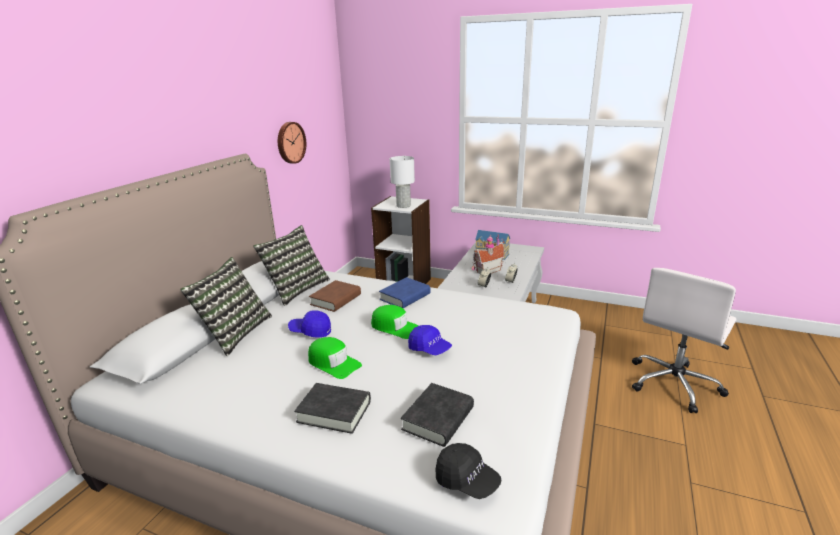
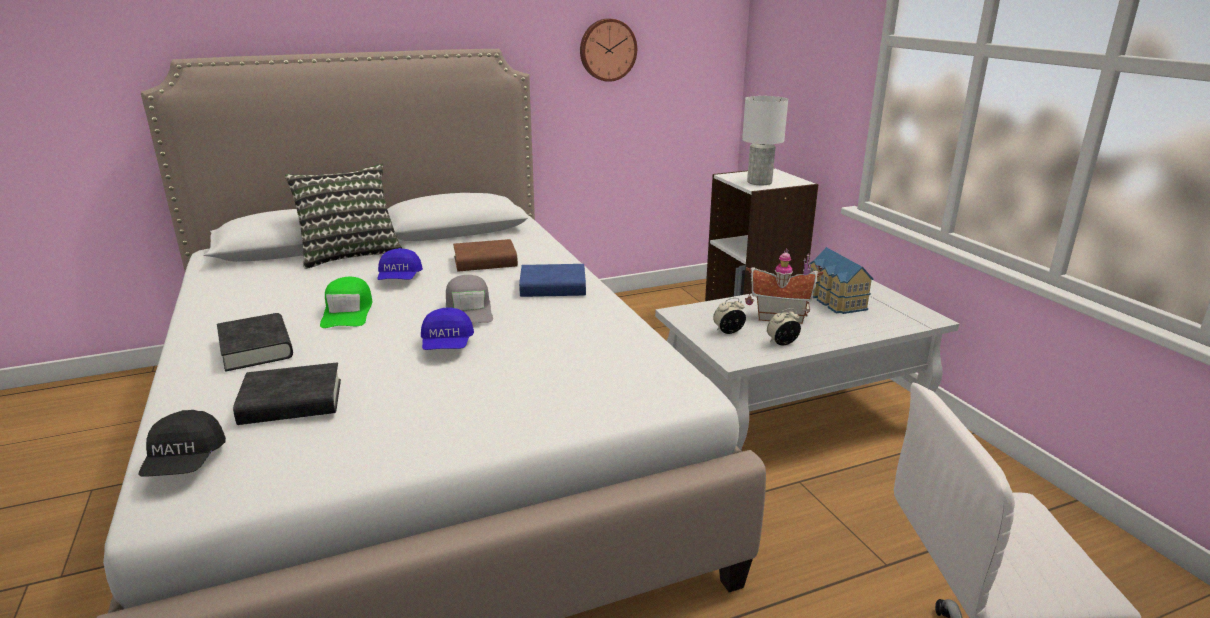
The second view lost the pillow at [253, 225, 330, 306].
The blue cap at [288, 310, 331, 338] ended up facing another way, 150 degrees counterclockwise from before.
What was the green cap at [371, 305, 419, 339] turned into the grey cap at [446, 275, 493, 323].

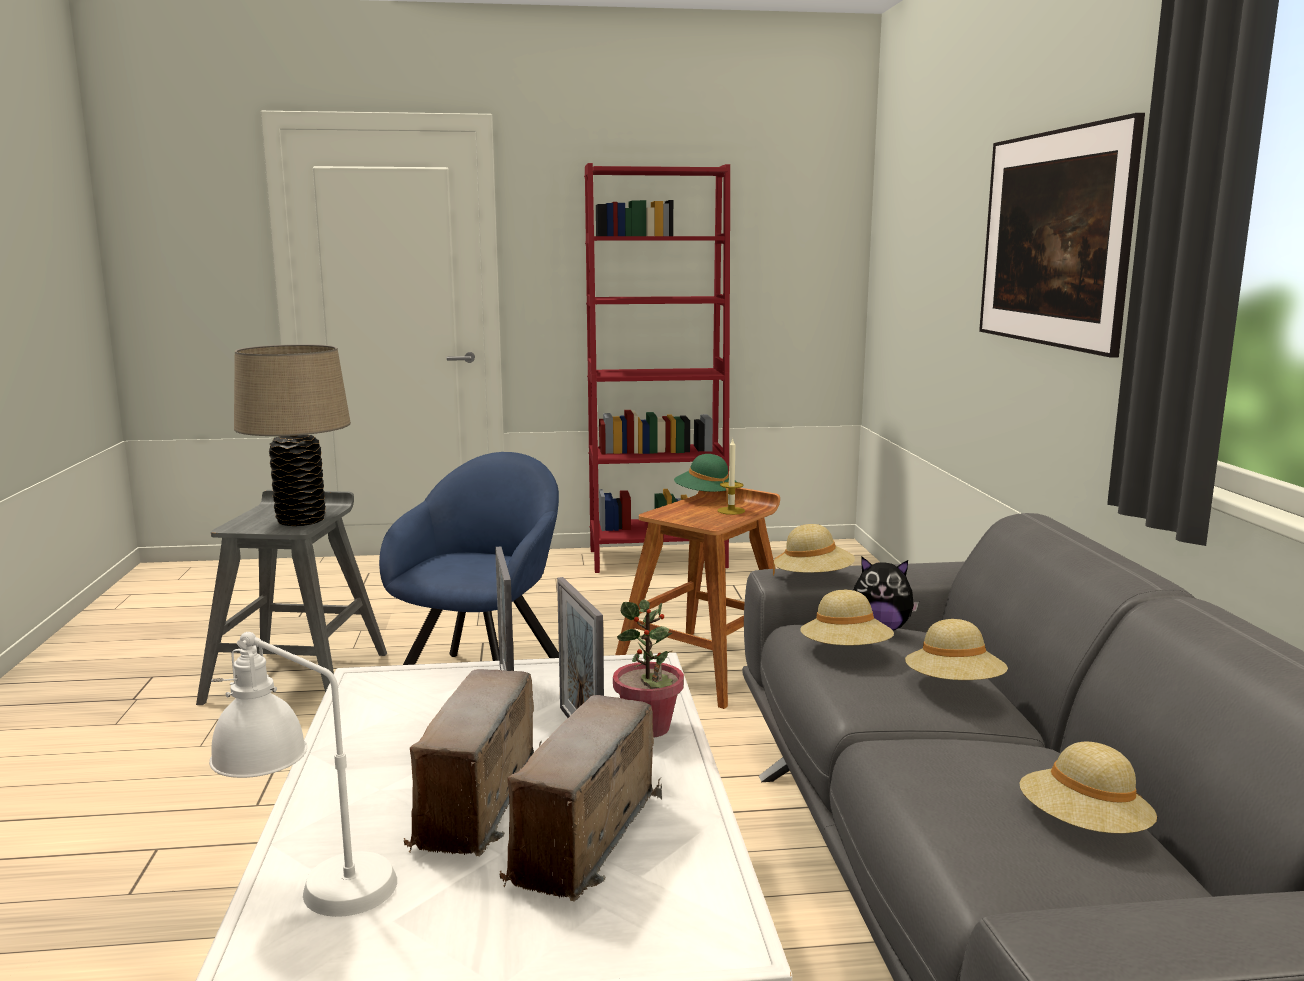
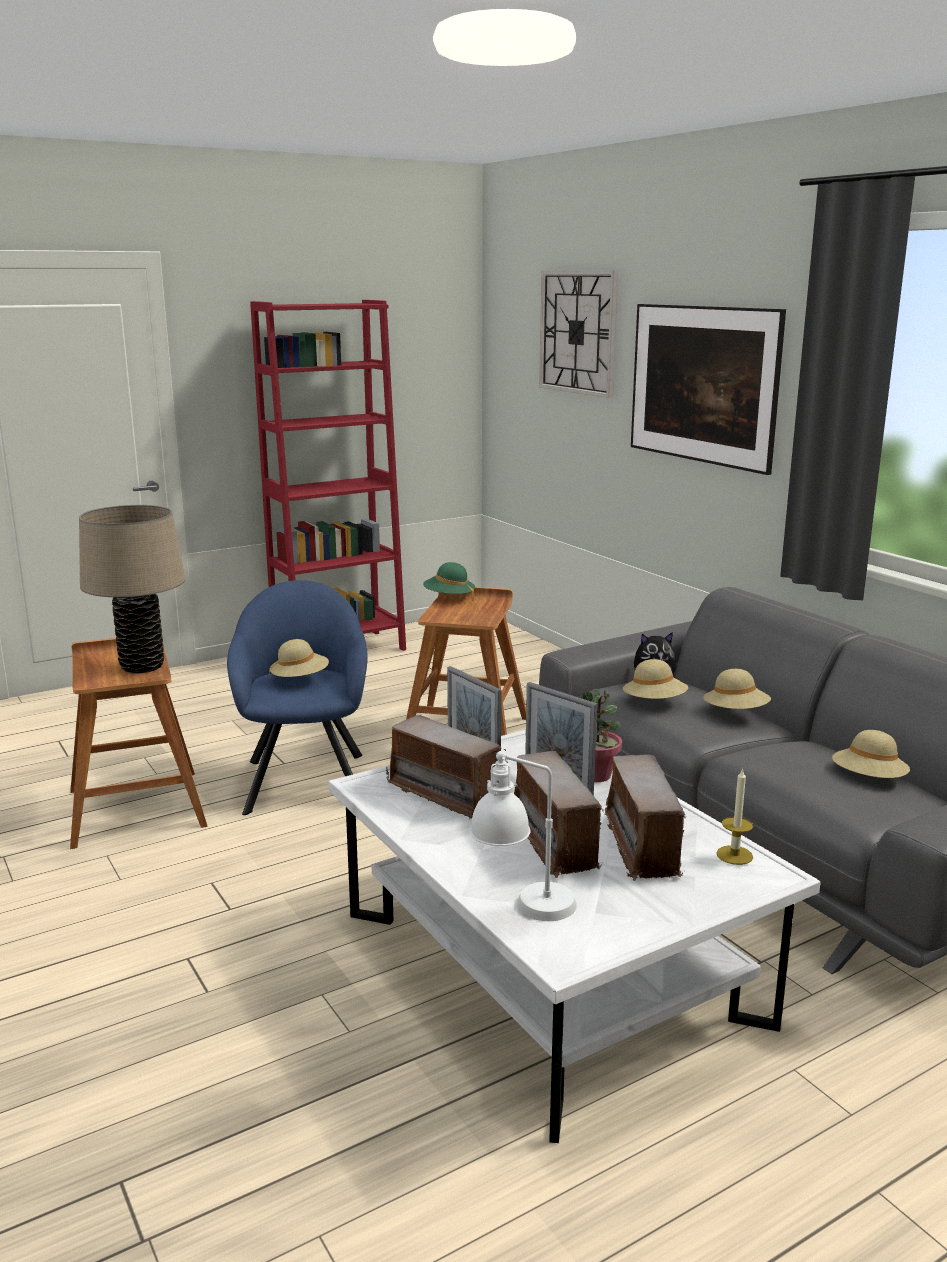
What was the grey stool at [196, 490, 387, 705] turned into the brown stool at [70, 637, 208, 849].
The candle ended up elsewhere, having gone from [718, 438, 745, 515] to [716, 768, 753, 865].
The beige hat ended up elsewhere, having gone from [773, 524, 855, 576] to [269, 639, 329, 679].
The second view gained the radio at [386, 715, 506, 819].
The second view gained the wall clock at [539, 271, 618, 398].

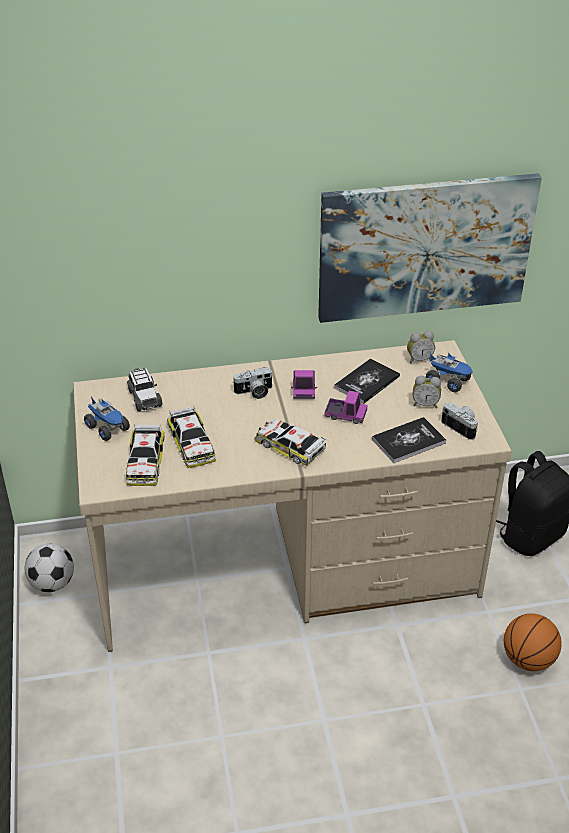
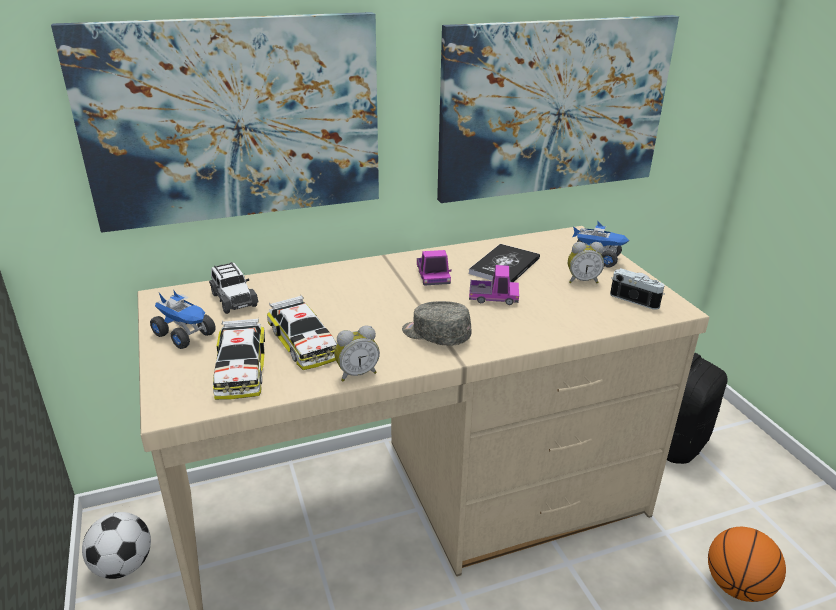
The second view lost the photo camera at [232, 367, 273, 399].
Where the toy car stood at [254, 419, 326, 466], the grey cap came to stand at [402, 301, 471, 346].
The second view lost the book at [372, 417, 446, 463].
The alarm clock ended up elsewhere, having gone from [407, 331, 435, 364] to [334, 325, 380, 382].
The second view gained the picture at [51, 12, 379, 233].

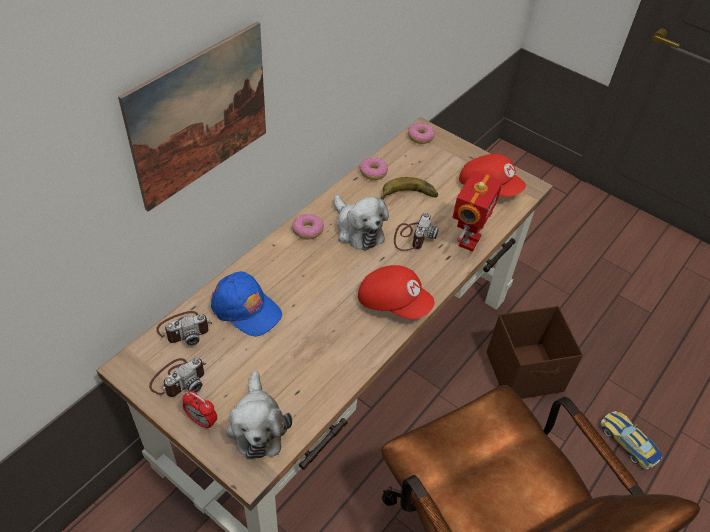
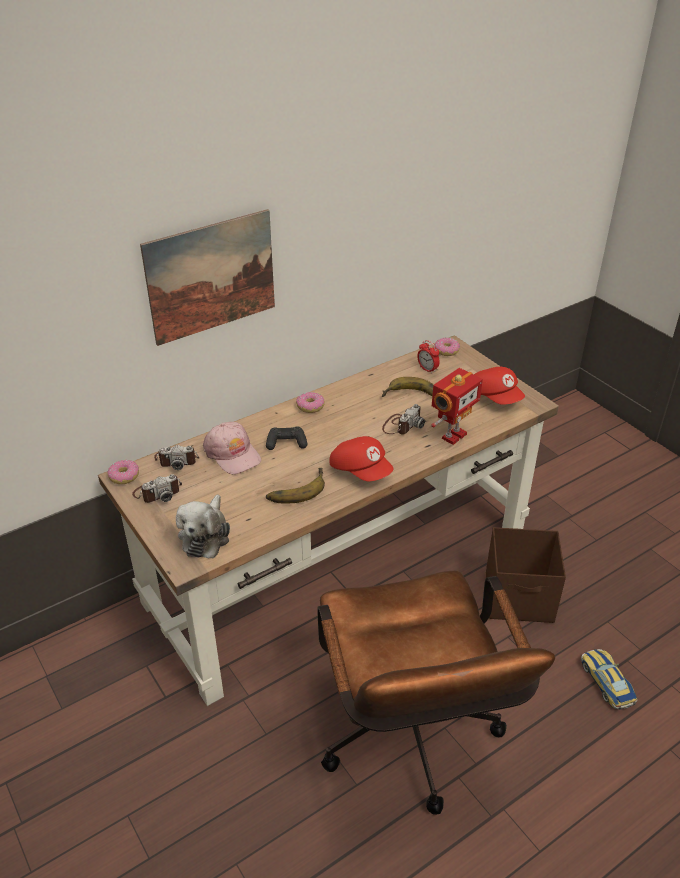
The alarm clock ended up elsewhere, having gone from [182, 391, 217, 429] to [417, 340, 440, 374].
What was the blue cap at [211, 271, 282, 336] turned into the pink cap at [203, 422, 261, 475].
The second view lost the plush toy at [334, 195, 389, 251].
The donut ended up elsewhere, having gone from [360, 157, 388, 180] to [107, 460, 139, 484].
The second view gained the black game controller at [266, 426, 307, 450].
The second view gained the banana at [266, 468, 325, 504].

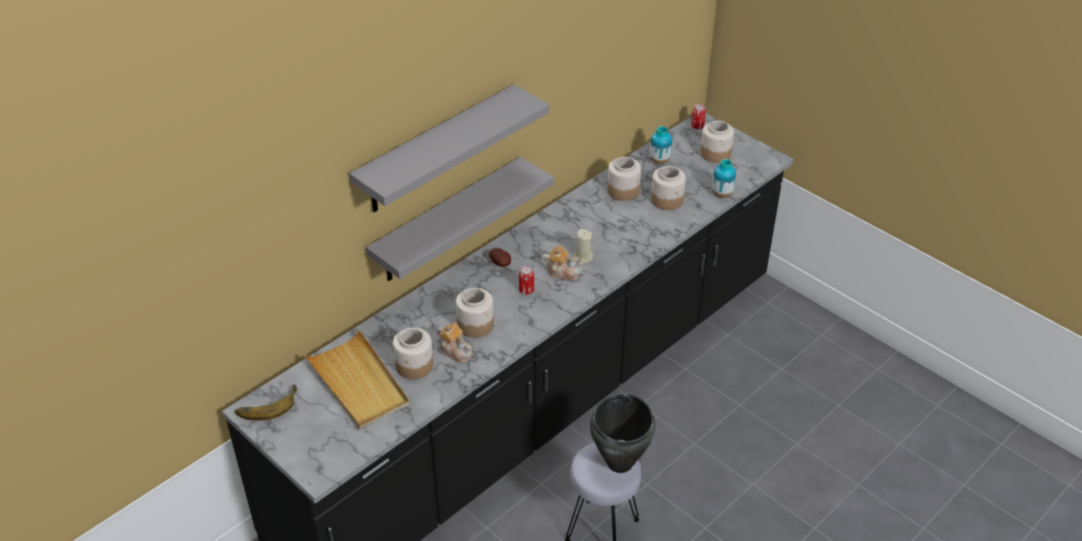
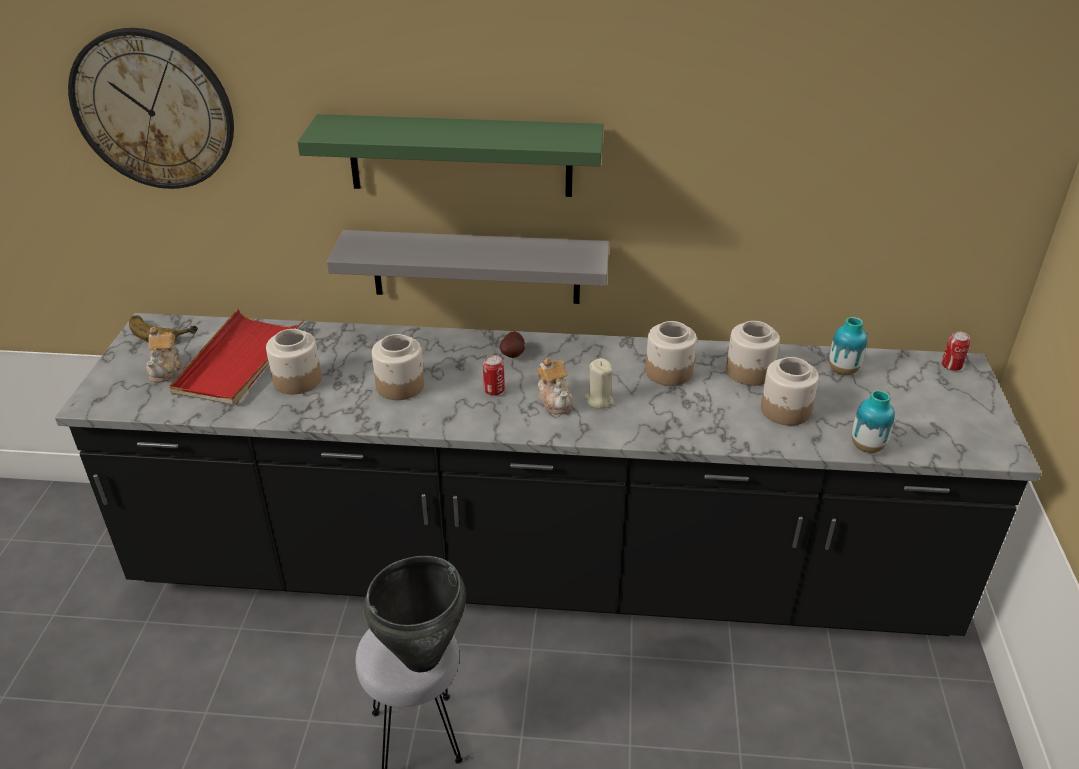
What was the beige tray at [303, 330, 410, 429] turned into the red tray at [169, 309, 304, 406].
What was the grey shelf at [349, 84, 549, 212] turned into the green shelf at [297, 114, 604, 197].
The teapot ended up elsewhere, having gone from [437, 322, 472, 363] to [146, 327, 183, 383].
The jar ended up elsewhere, having gone from [700, 120, 734, 163] to [645, 321, 697, 386].
The second view gained the wall clock at [68, 28, 234, 189].

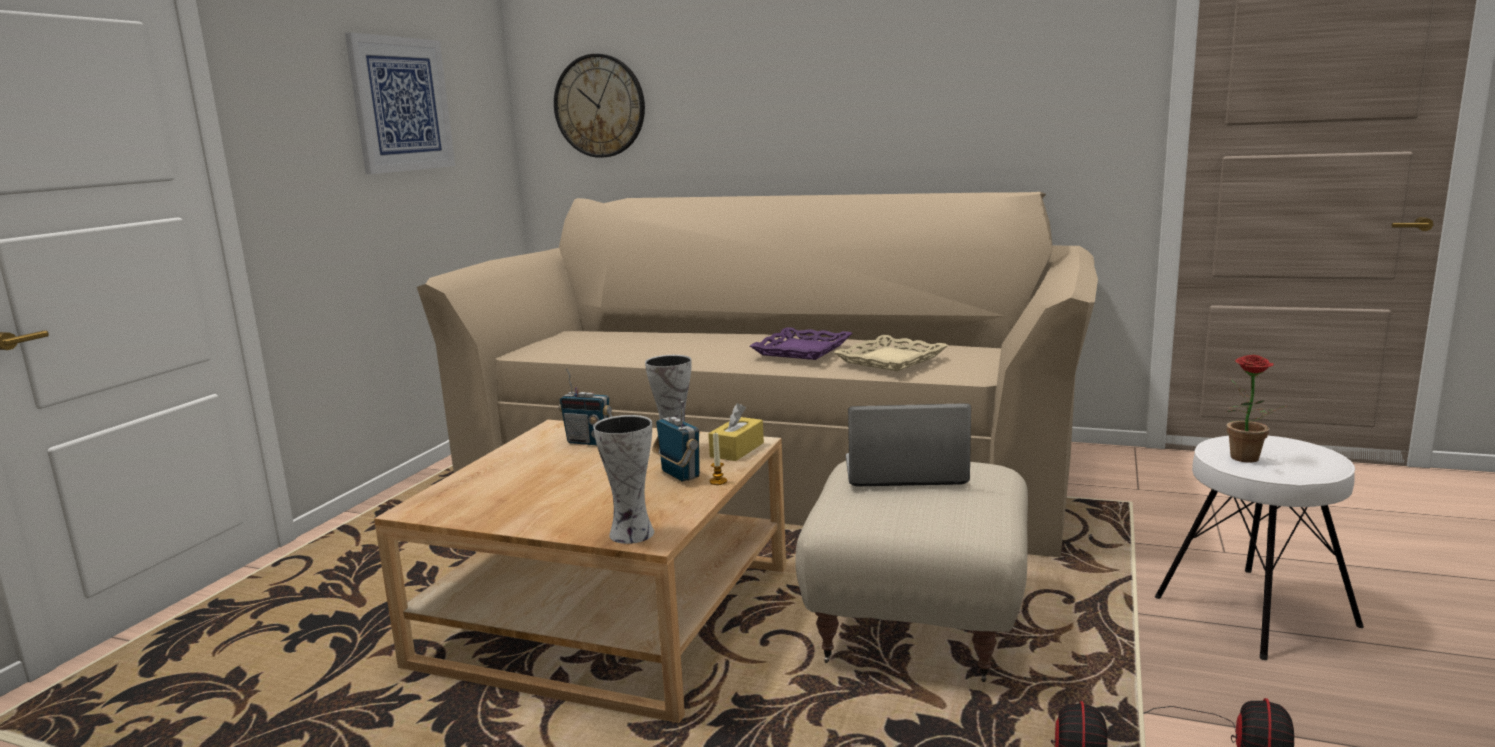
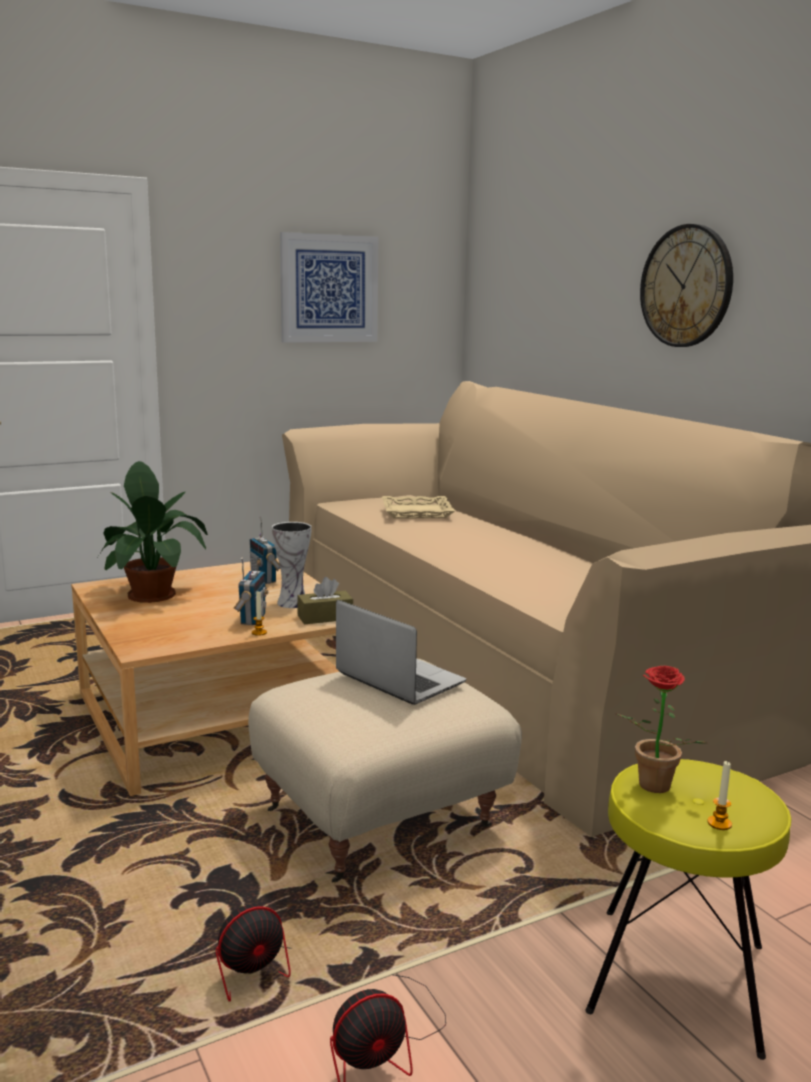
The wall clock ended up elsewhere, having gone from [554, 54, 645, 158] to [640, 224, 733, 347].
The second view lost the vase at [593, 415, 654, 544].
What was the yellow tissue box at [708, 403, 764, 461] turned into the brown tissue box at [297, 577, 353, 624].
The second view lost the purple tray at [750, 327, 852, 360].
The beige tray ended up elsewhere, having gone from [833, 335, 948, 372] to [381, 496, 455, 518].
What was the white stool at [1155, 436, 1364, 660] turned into the yellow stool at [585, 759, 791, 1060].
The second view gained the potted plant at [99, 461, 208, 603].
The second view gained the candle at [707, 760, 732, 830].

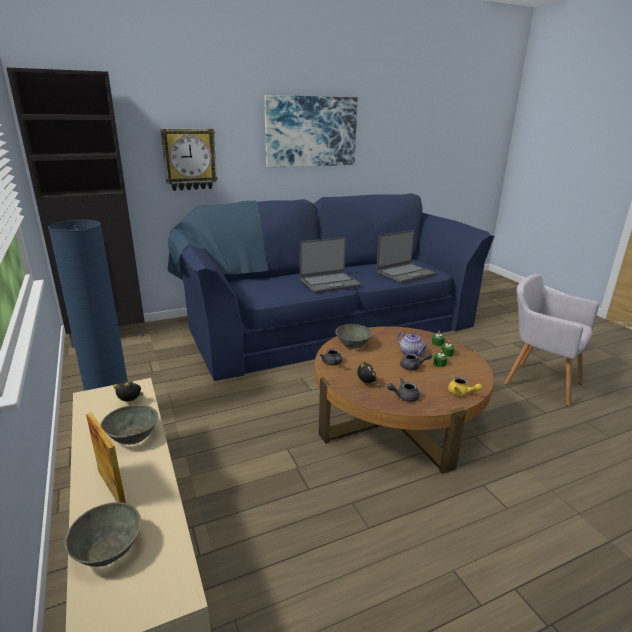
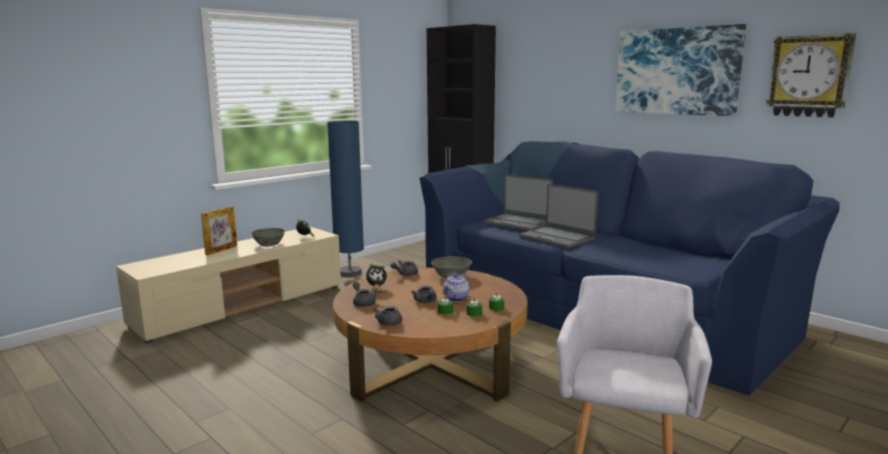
The second view lost the grey bowl at [65, 502, 142, 567].
The wall clock ended up elsewhere, having gone from [160, 129, 218, 191] to [766, 33, 856, 118].
The laptop ended up elsewhere, having gone from [377, 230, 436, 283] to [484, 174, 553, 231].
What was the yellow teapot at [448, 377, 482, 396] turned into the grey teapot at [373, 306, 402, 326].

